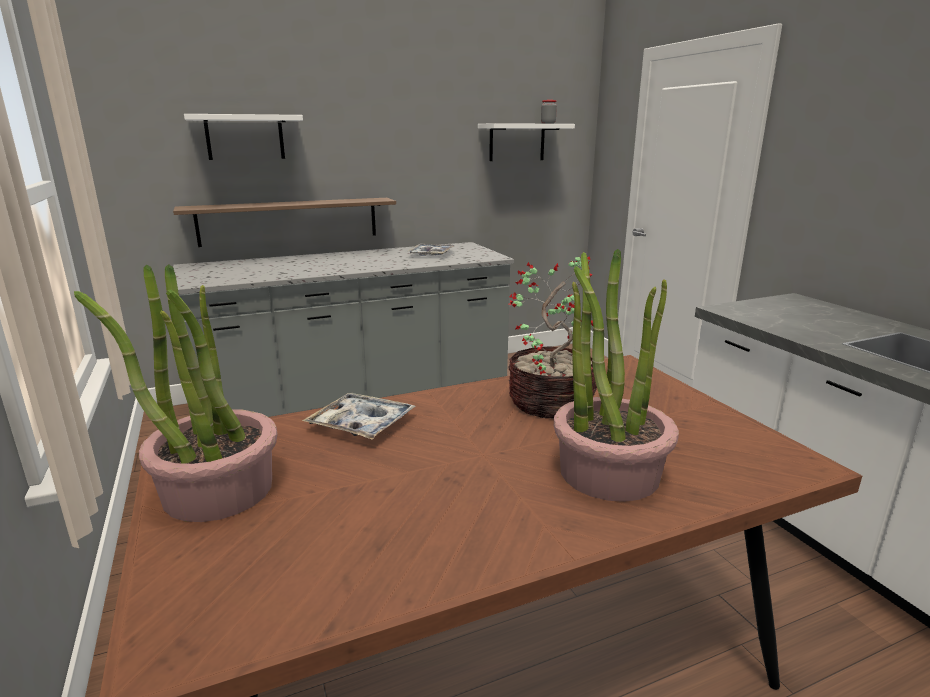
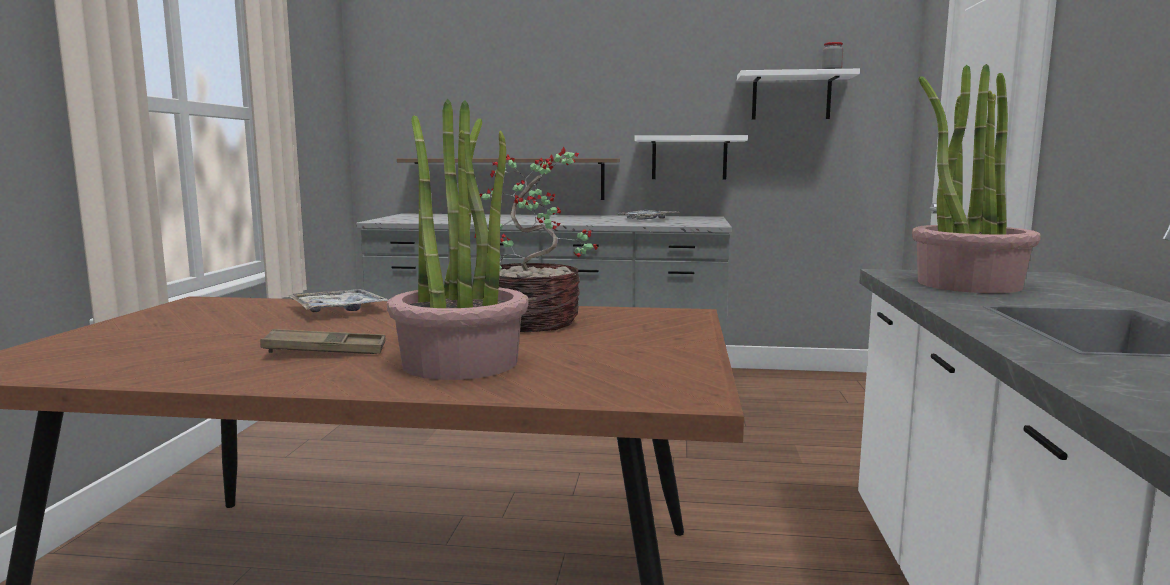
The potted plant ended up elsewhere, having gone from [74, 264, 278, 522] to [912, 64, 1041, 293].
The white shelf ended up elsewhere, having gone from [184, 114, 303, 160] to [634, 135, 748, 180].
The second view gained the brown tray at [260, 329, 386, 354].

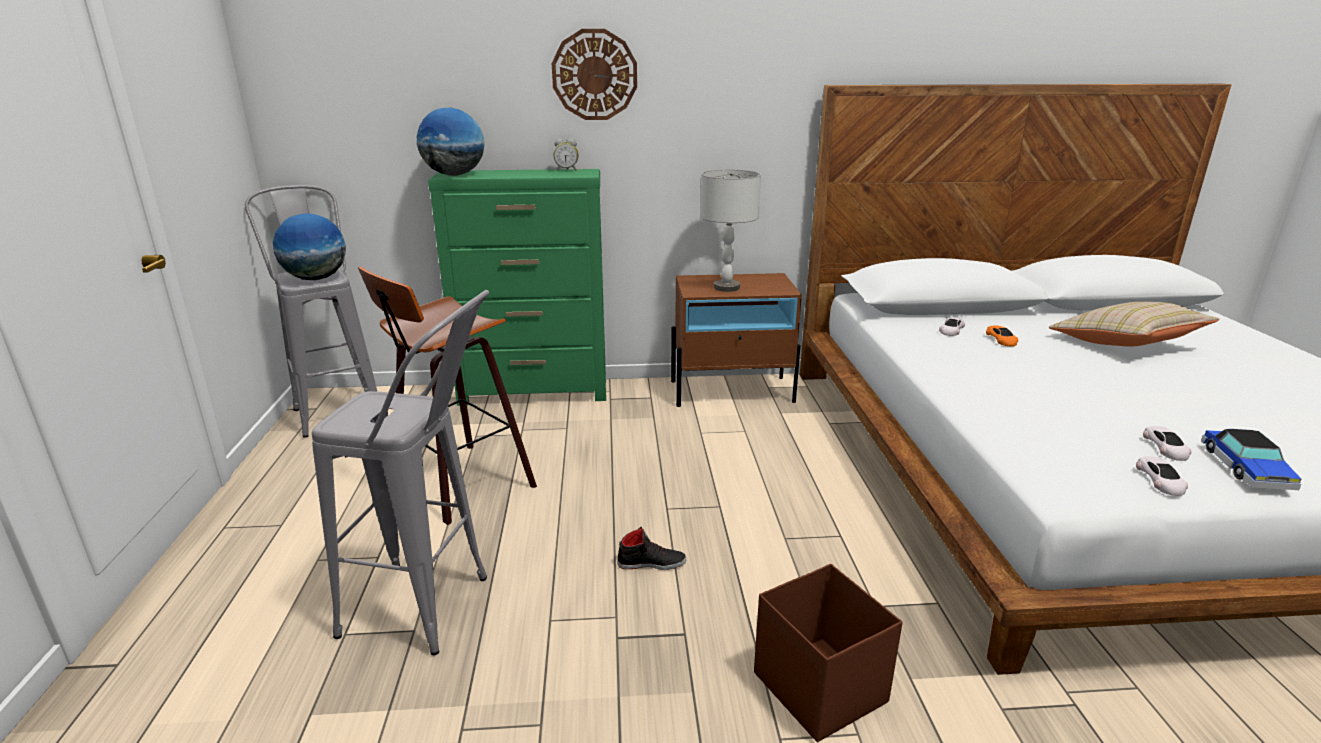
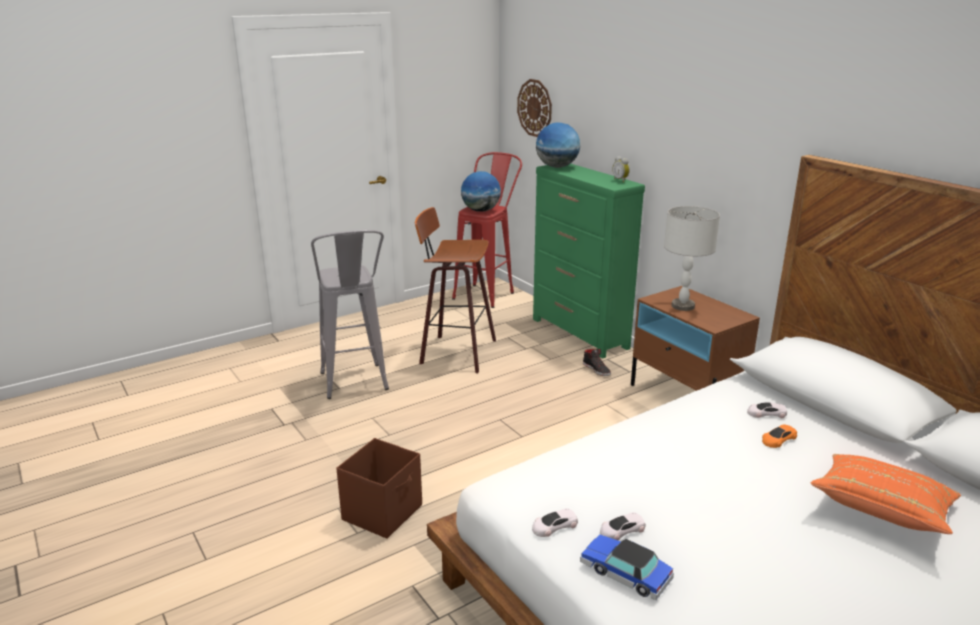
What was the grey stool at [245, 185, 377, 438] turned into the red stool at [452, 152, 522, 308].
The wall clock ended up elsewhere, having gone from [552, 29, 637, 120] to [517, 79, 552, 137].
The black shoe ended up elsewhere, having gone from [617, 527, 687, 570] to [583, 349, 611, 376].
What was the beige pillow at [1049, 302, 1219, 347] turned into the orange pillow at [810, 454, 961, 534].
The toy car at [1201, 429, 1302, 490] ended up facing another way, 60 degrees clockwise from before.

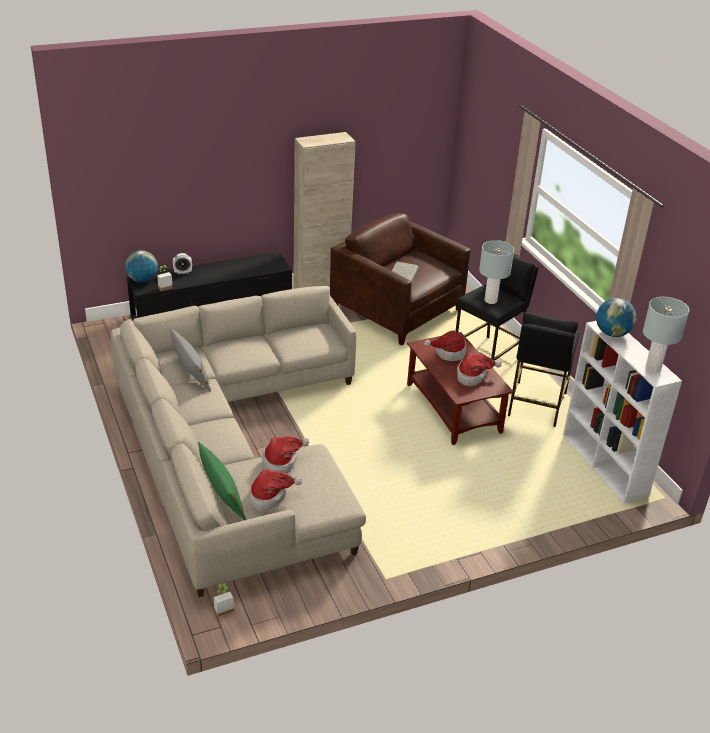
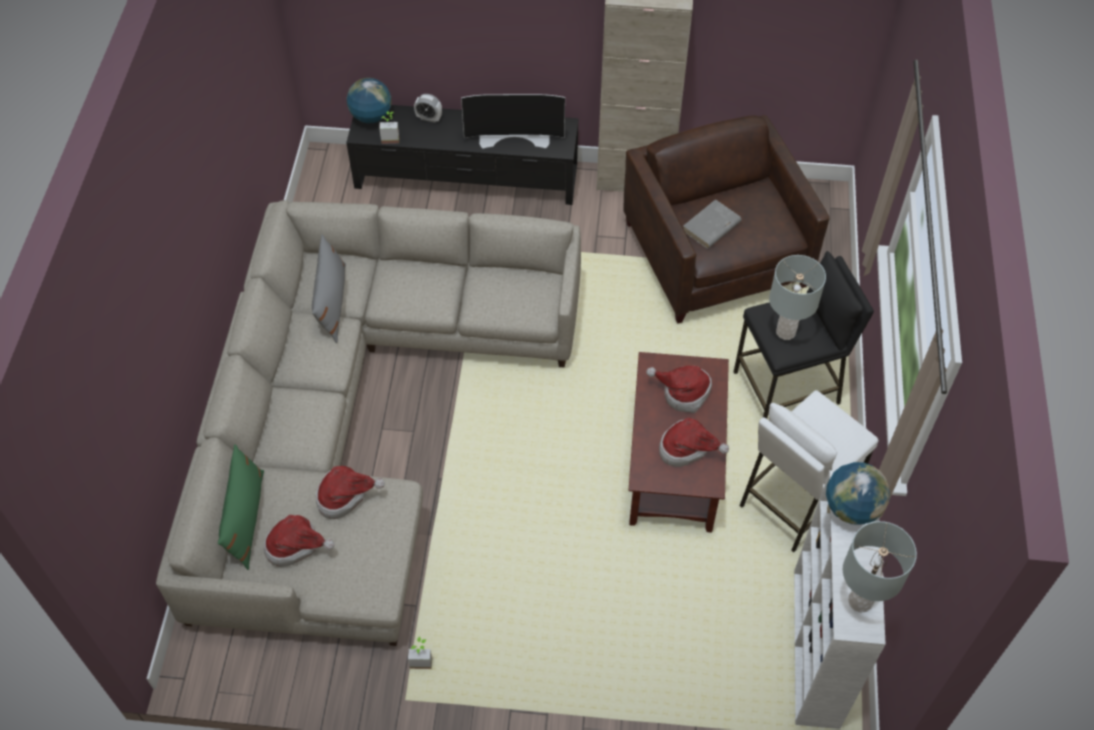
The potted plant ended up elsewhere, having gone from [214, 583, 234, 617] to [408, 636, 432, 669].
What was the black stool at [508, 312, 579, 427] turned into the white stool at [740, 390, 879, 552].
The second view gained the television at [461, 94, 565, 148].

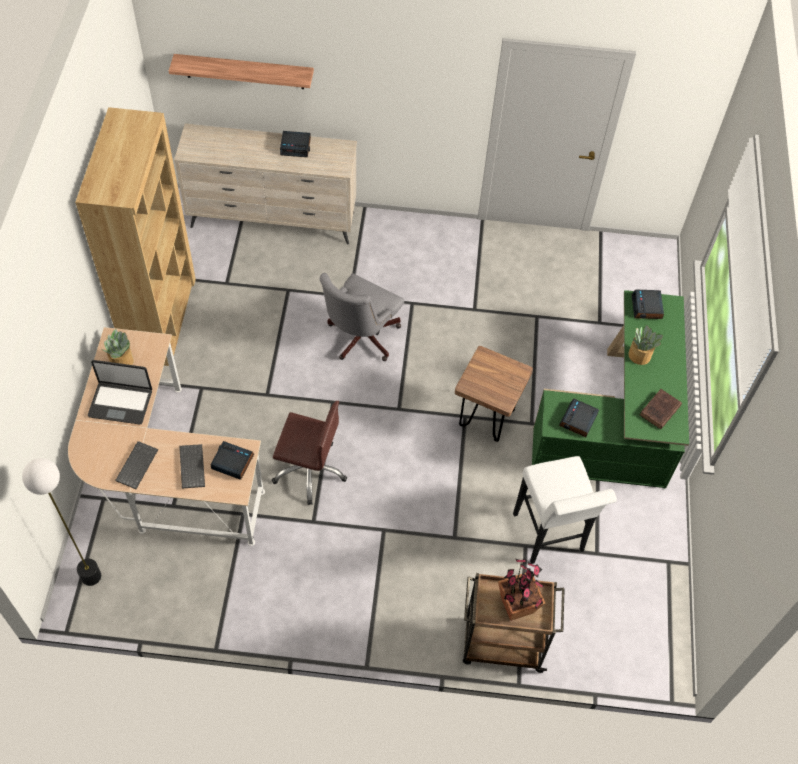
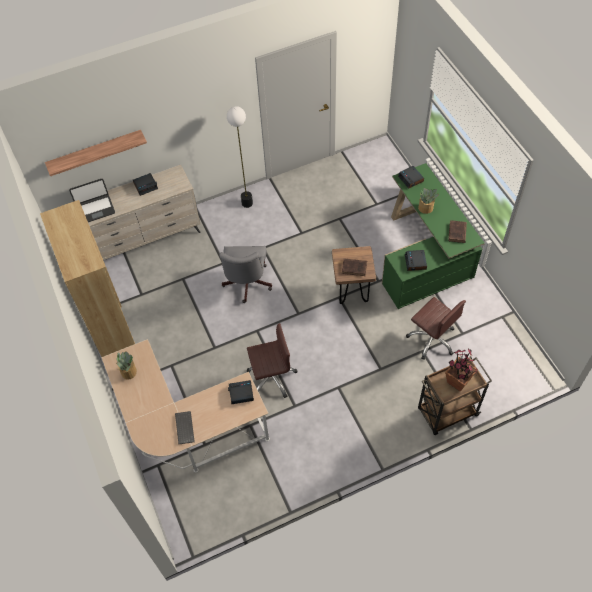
The floor lamp ended up elsewhere, having gone from [22, 458, 101, 586] to [227, 106, 253, 208].
The laptop ended up elsewhere, having gone from [88, 360, 152, 425] to [69, 179, 115, 222].
The second view lost the keyboard at [179, 444, 205, 489].
Where the white stool stood at [513, 456, 617, 564], the brown office chair came to stand at [406, 297, 466, 360].
The second view gained the brown book at [342, 258, 367, 276].

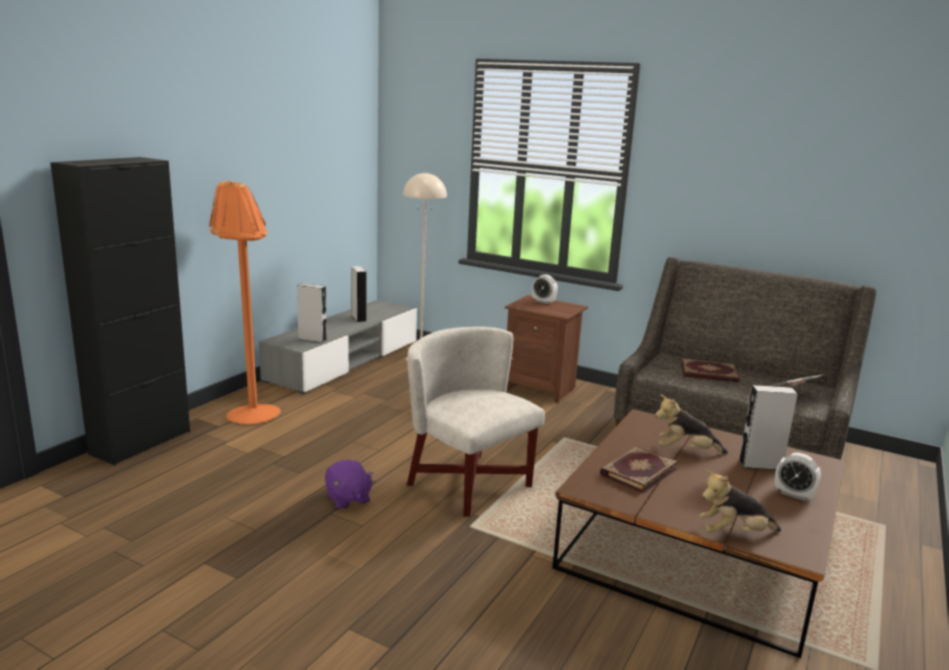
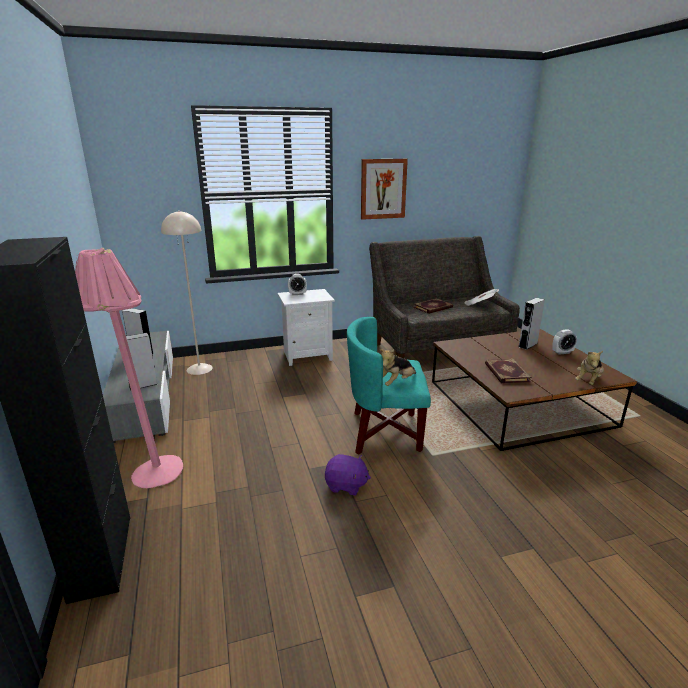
What was the orange floor lamp at [209, 181, 281, 425] turned into the pink floor lamp at [75, 248, 183, 488].
What was the white armchair at [407, 327, 545, 517] turned into the turquoise armchair at [347, 317, 431, 455].
What was the brown nightstand at [505, 295, 588, 403] turned into the white nightstand at [278, 289, 335, 366].
The plush toy ended up elsewhere, having gone from [655, 395, 728, 454] to [380, 349, 416, 386].
The second view gained the picture at [361, 159, 408, 220].

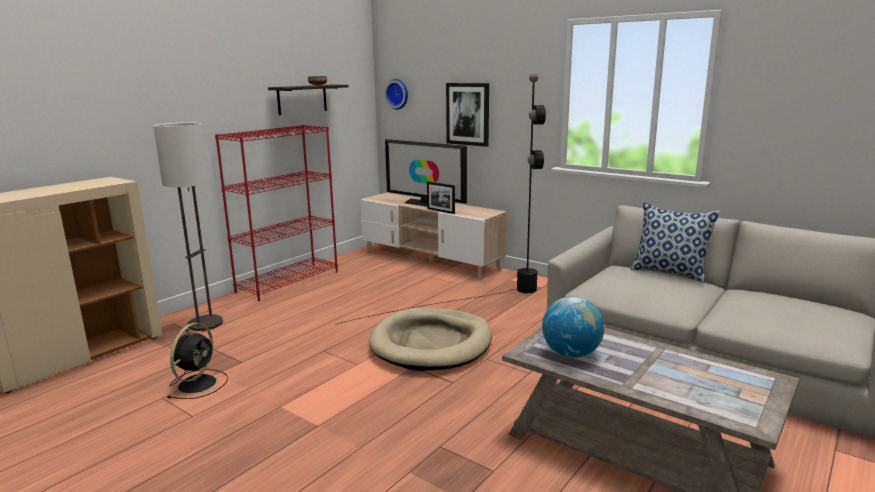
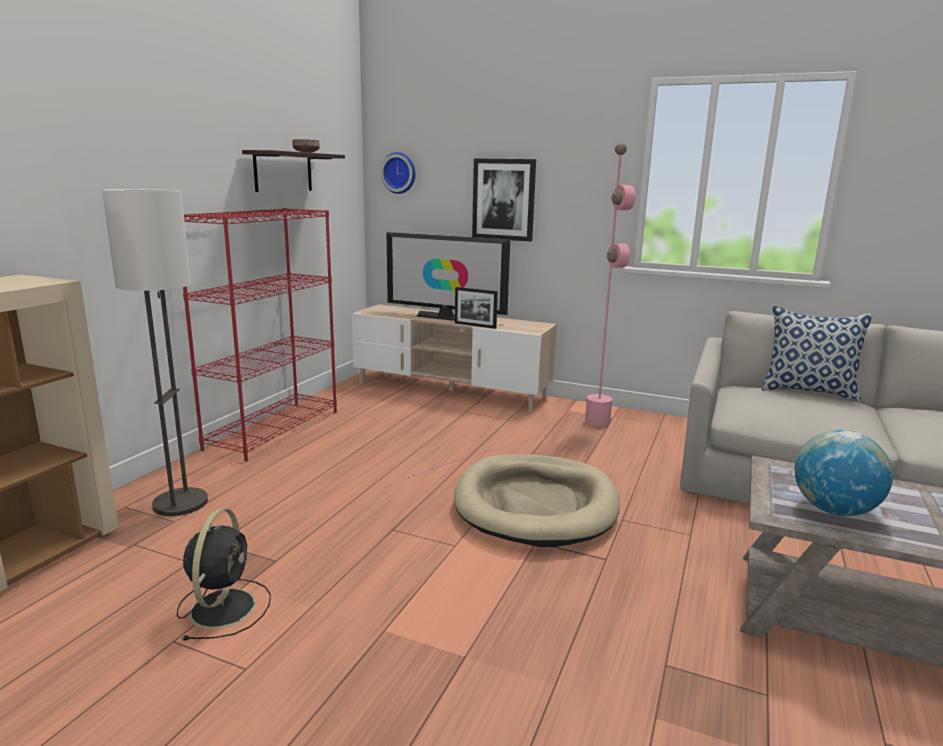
What was the black floor lamp at [337, 73, 546, 324] turned into the pink floor lamp at [384, 143, 636, 487].

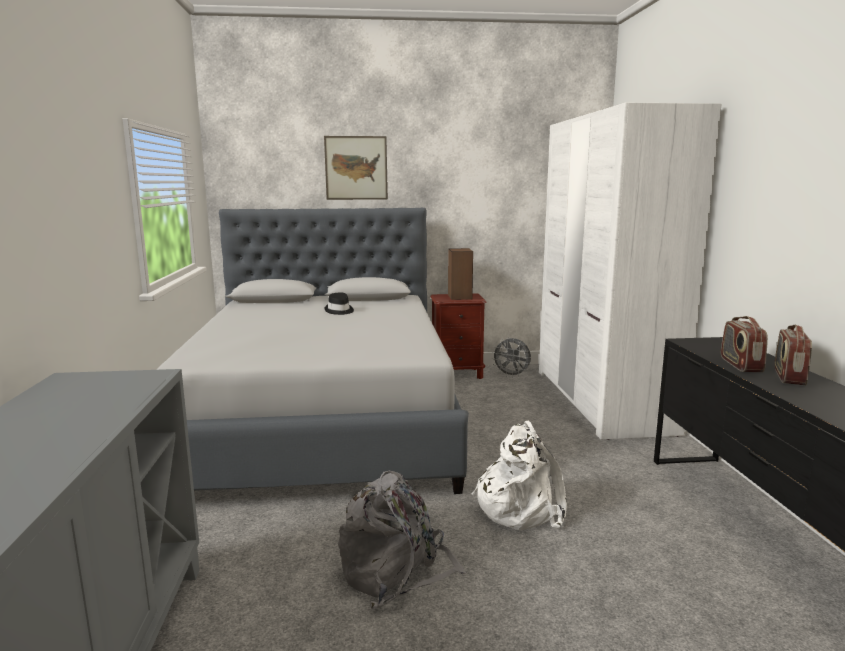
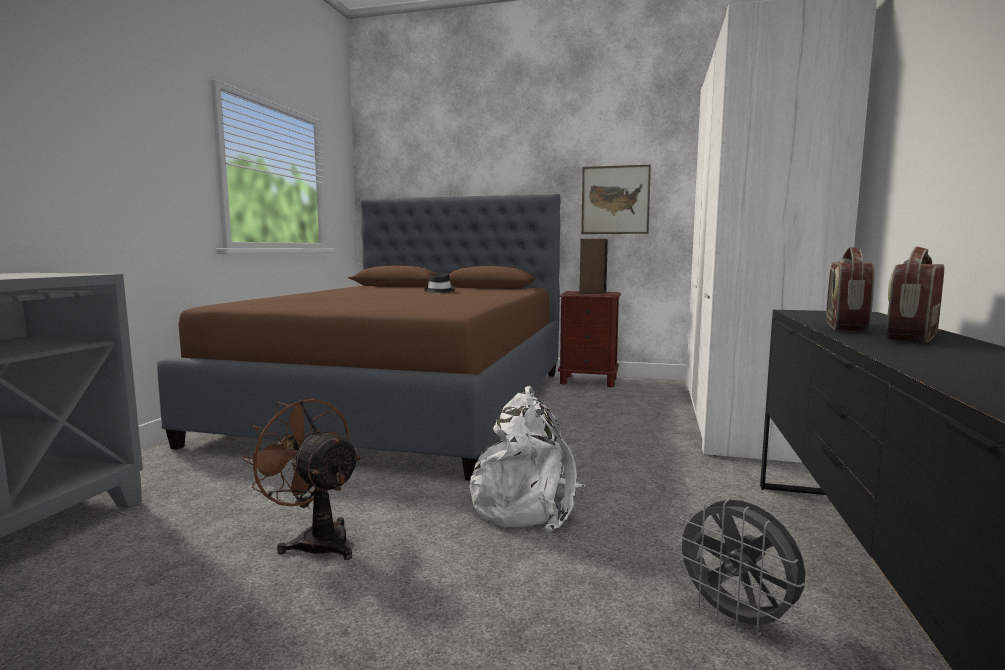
What was the grey bed at [156, 208, 469, 494] turned into the brown bed at [157, 194, 561, 481].
The picture ended up elsewhere, having gone from [324, 136, 388, 200] to [581, 165, 651, 234].
Where the grey backpack stood at [338, 471, 467, 609], the brown fan came to stand at [242, 397, 361, 560].
The grey fan ended up elsewhere, having gone from [491, 337, 531, 378] to [673, 499, 806, 636].

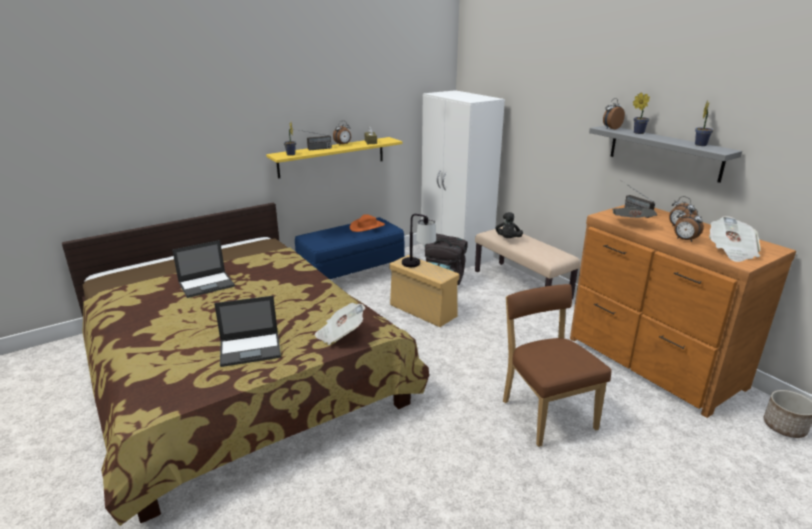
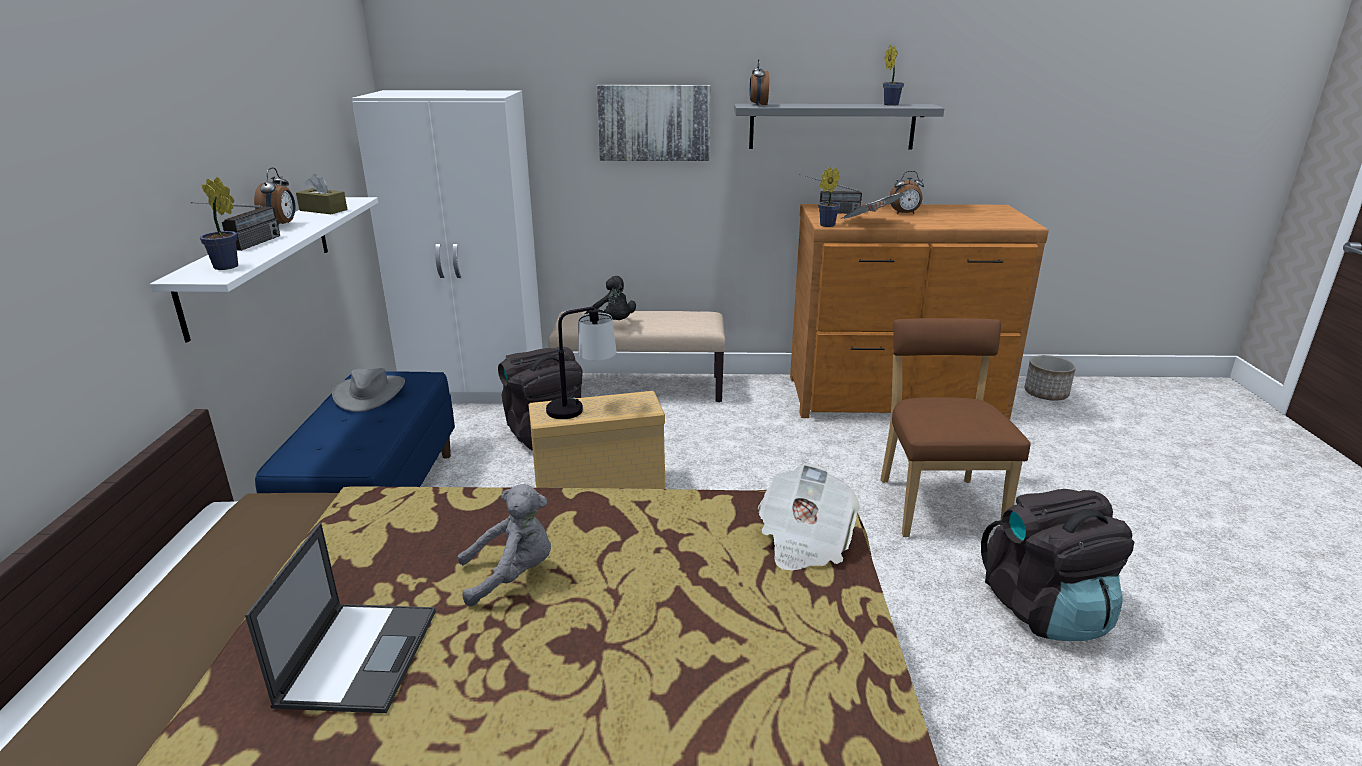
The second view lost the laptop at [214, 296, 281, 367].
What was the yellow shelf at [266, 137, 403, 178] turned into the white shelf at [150, 197, 378, 342].
What was the orange hat at [350, 214, 385, 232] turned into the grey hat at [332, 368, 405, 412].
The brown chair at [503, 284, 611, 447] ended up facing another way, 75 degrees clockwise from before.
The potted plant ended up elsewhere, having gone from [633, 93, 650, 134] to [818, 167, 840, 227].
The second view lost the alarm clock at [674, 207, 704, 242].
The second view lost the newspaper at [709, 216, 761, 262].
The second view gained the grey plush toy at [457, 484, 551, 606].
The second view gained the picture at [597, 85, 711, 161].
The second view gained the black backpack at [981, 489, 1134, 641].

